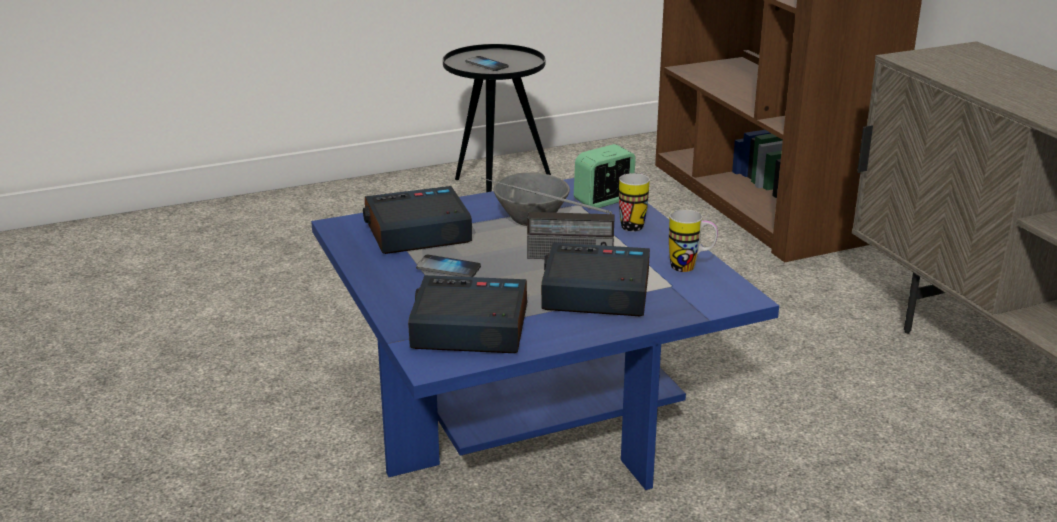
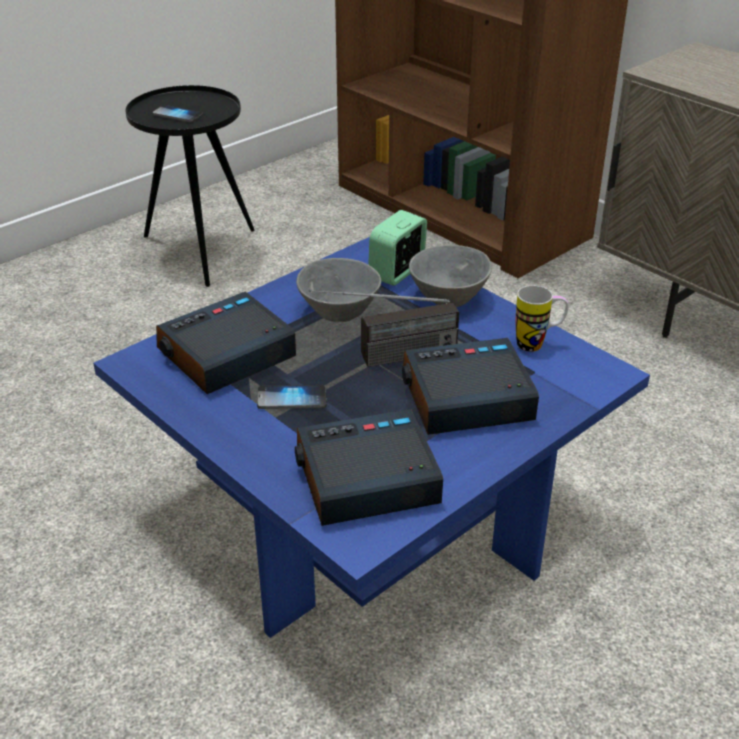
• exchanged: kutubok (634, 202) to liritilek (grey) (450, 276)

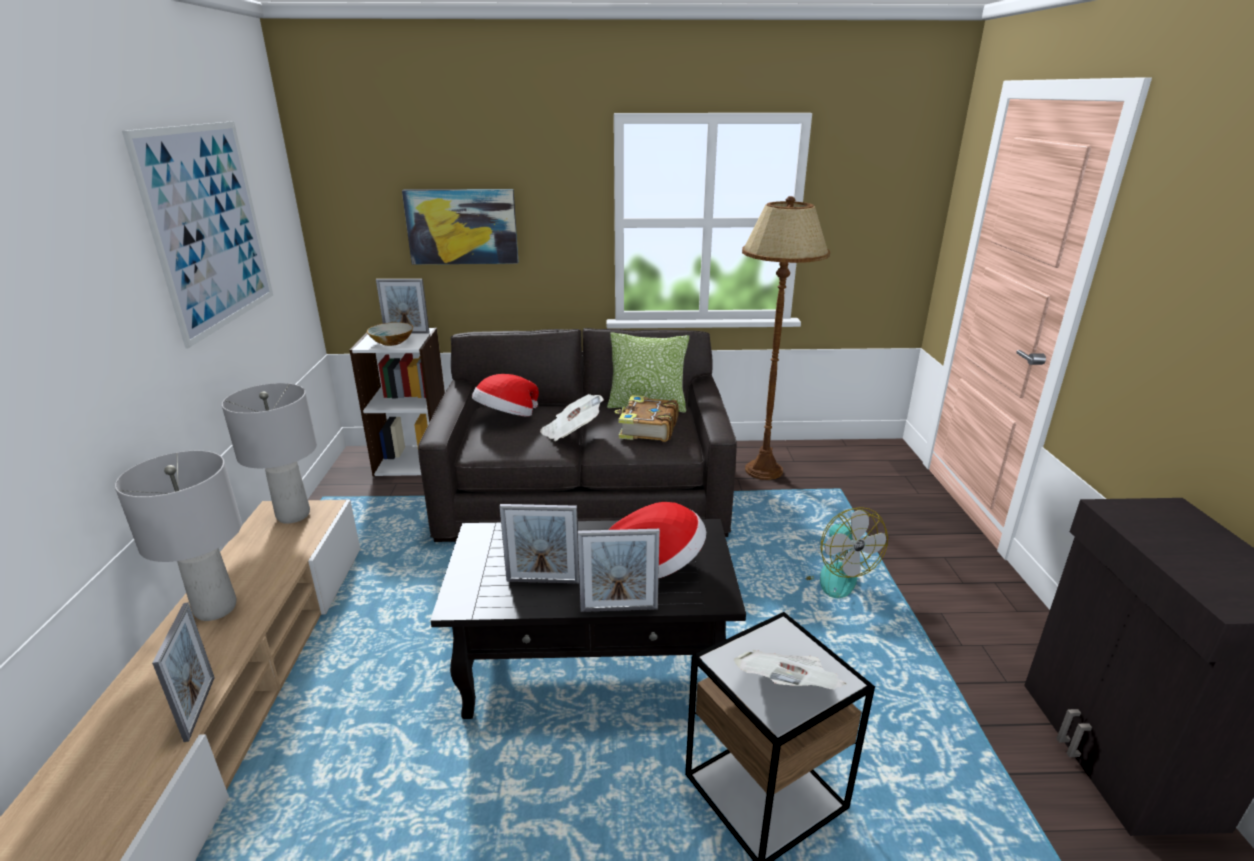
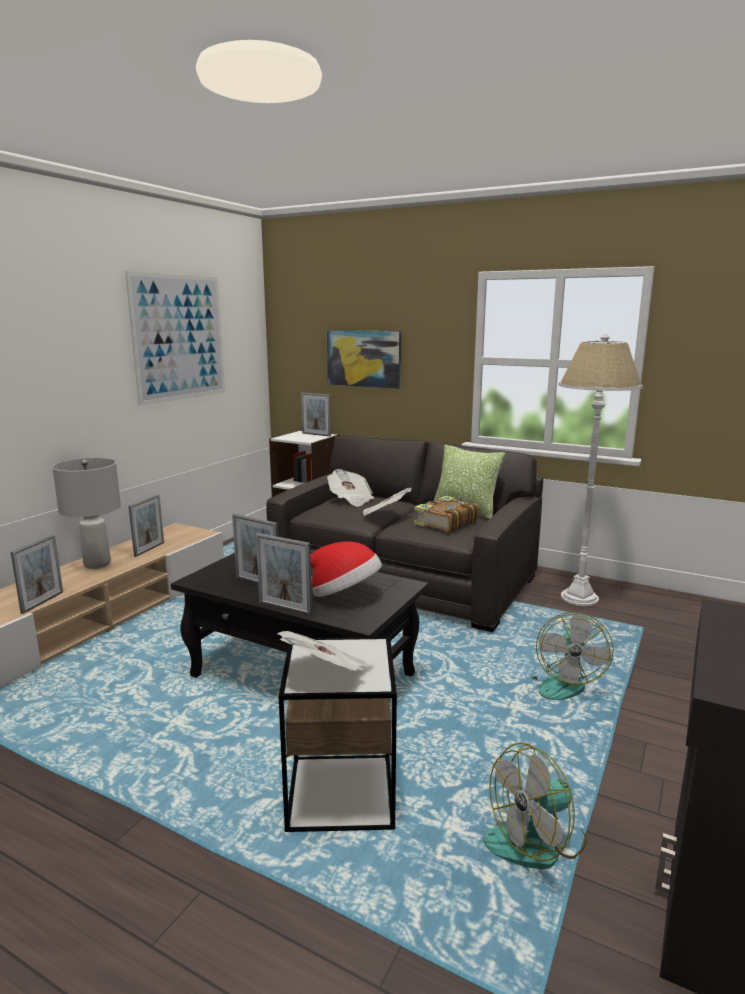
• missing: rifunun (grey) (269, 453)
• missing: liritilek (390, 334)
• exchanged: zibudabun (505, 395) to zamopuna (350, 488)
• colour: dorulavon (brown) (786, 338) to dorulavon (white) (600, 470)
• appeared: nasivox (146, 525)
• appeared: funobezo (535, 805)

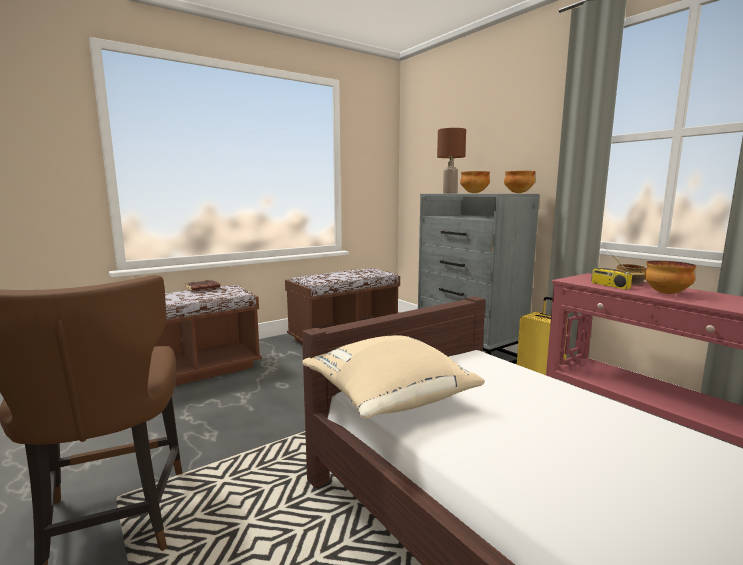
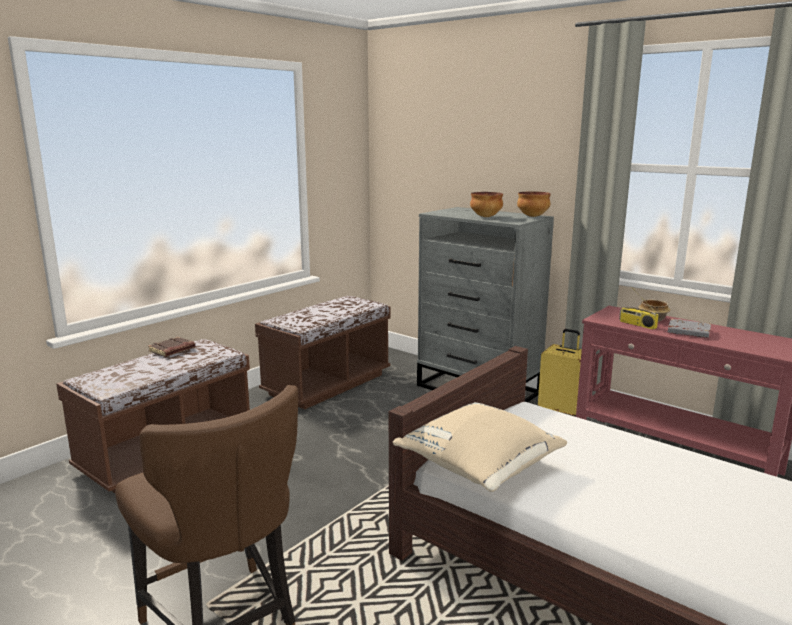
• missing: rifunun (brown) (451, 160)
• exchanged: liritilek (670, 277) to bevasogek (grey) (689, 328)

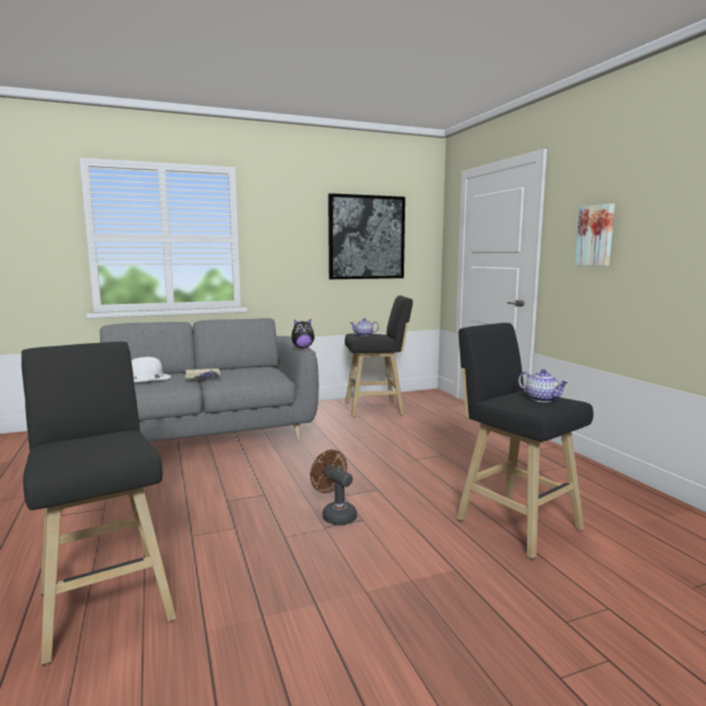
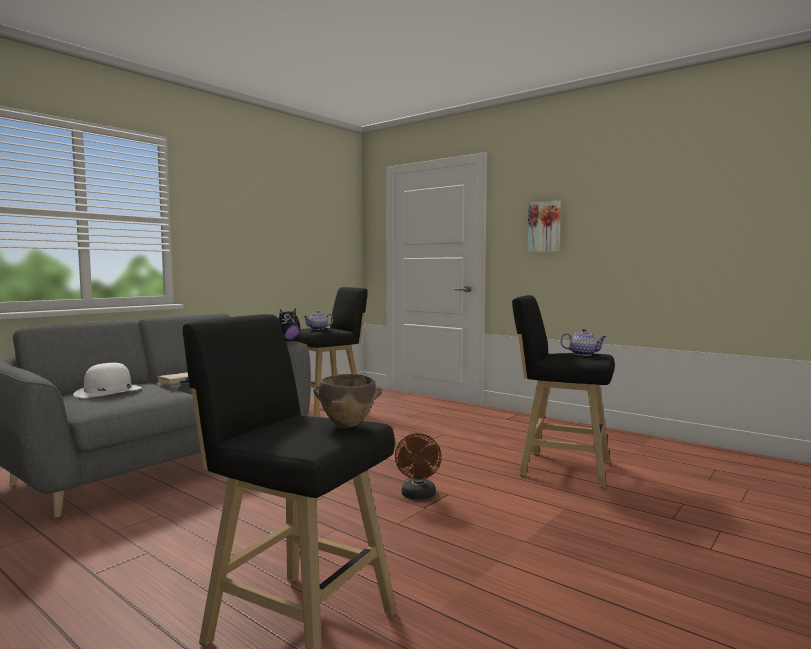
• spun: funobezo (brown) (333, 487) = (418, 466) 105 degrees counterclockwise
• missing: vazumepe (366, 236)
• appeared: liritilek (brown) (347, 401)

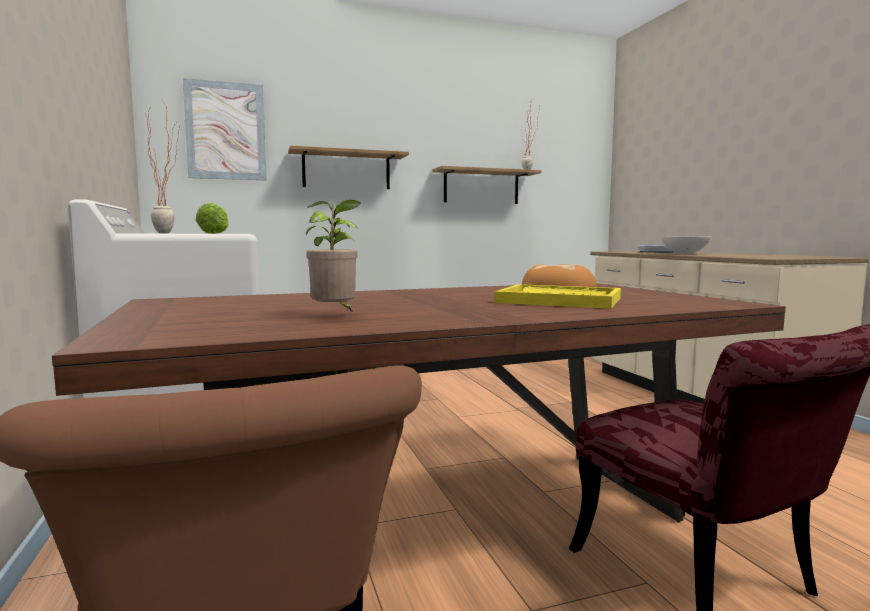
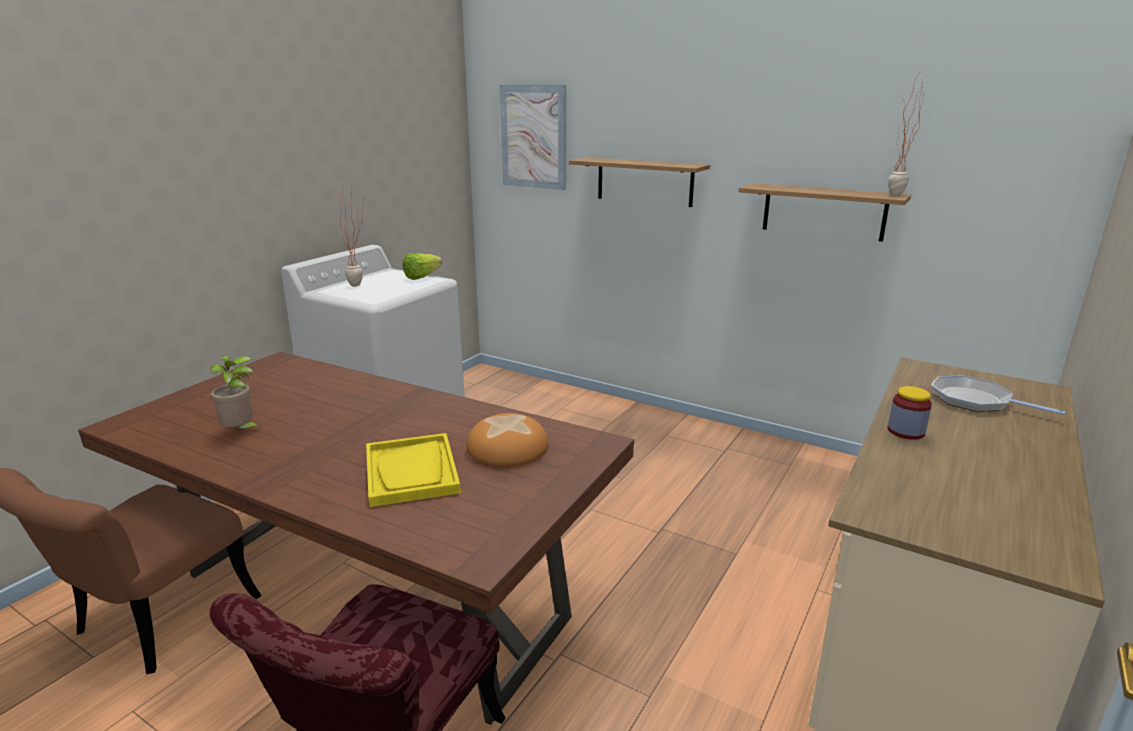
• exchanged: liritilek (white) (685, 246) to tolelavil (909, 413)

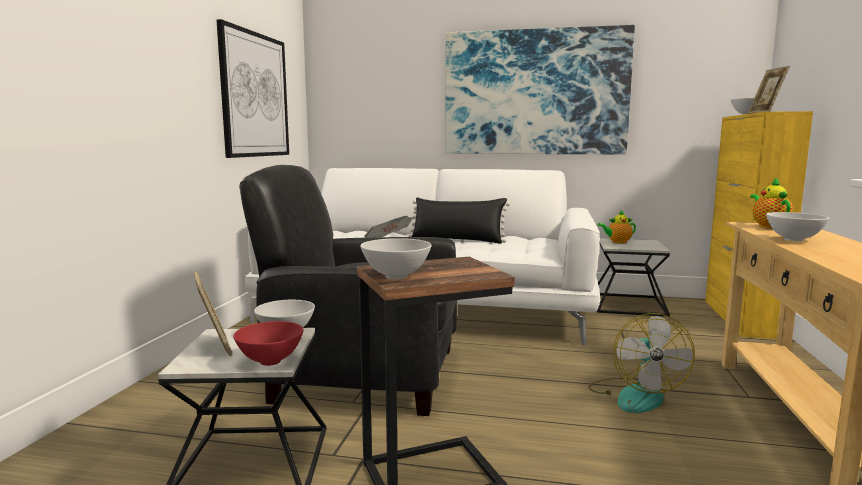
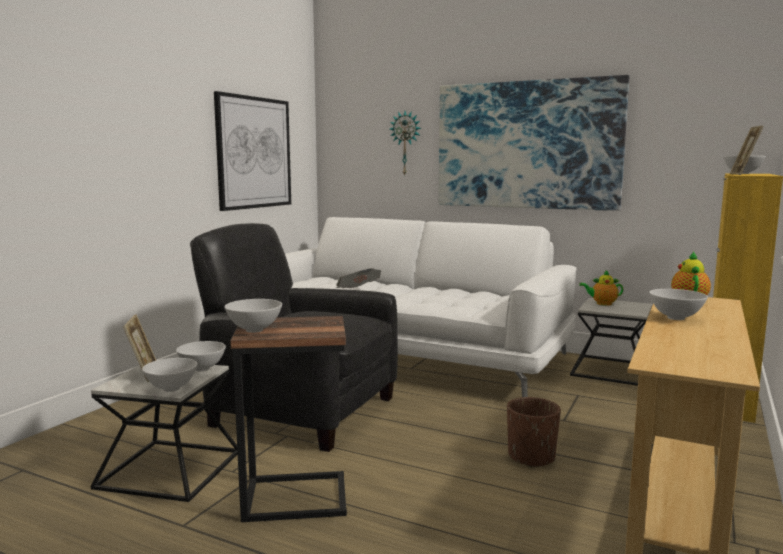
• colour: liritilek (red) (268, 343) to liritilek (white) (169, 375)
• missing: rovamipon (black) (459, 220)
• exchanged: funobezo (641, 363) to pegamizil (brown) (534, 432)
• appeared: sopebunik (405, 143)

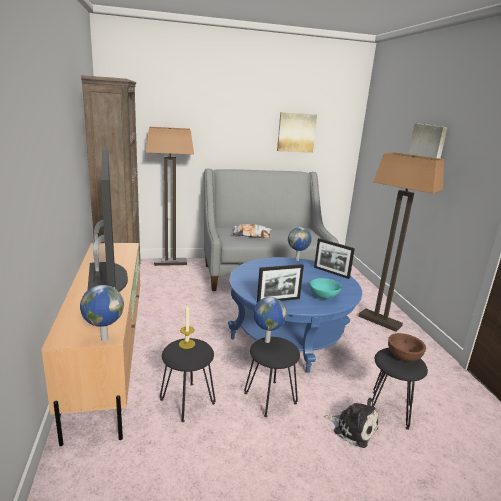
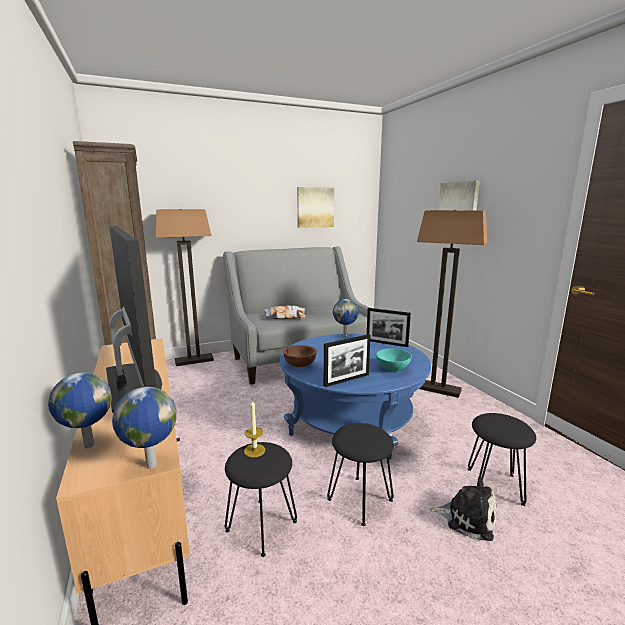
• relocated: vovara (270, 320) to (80, 410)
• relocated: liritilek (brown) (407, 347) to (300, 356)

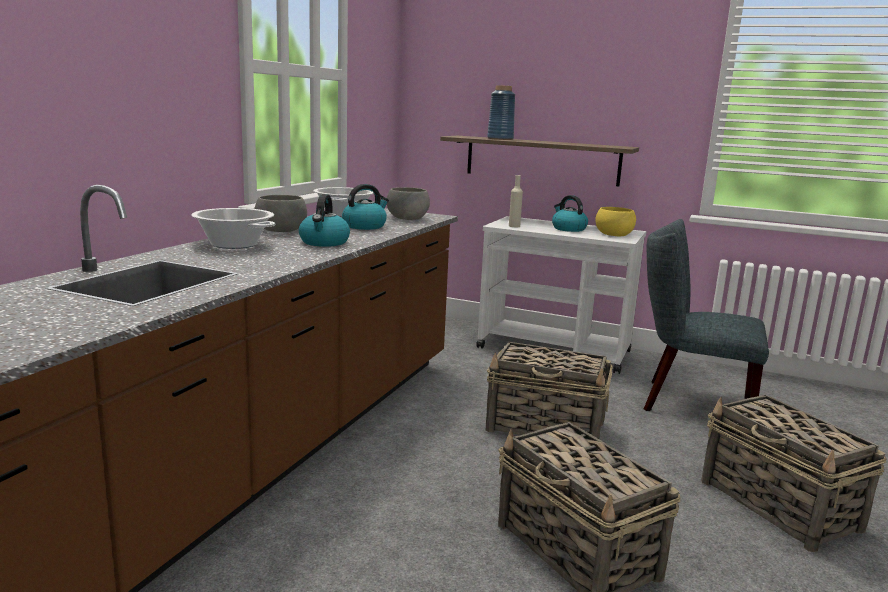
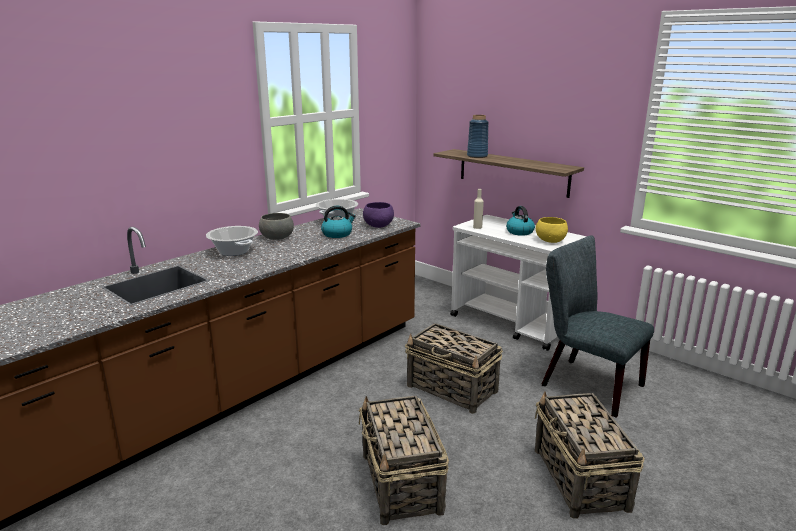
• missing: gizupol (324, 220)
• colour: liritilek (grey) (408, 203) to liritilek (purple) (378, 215)

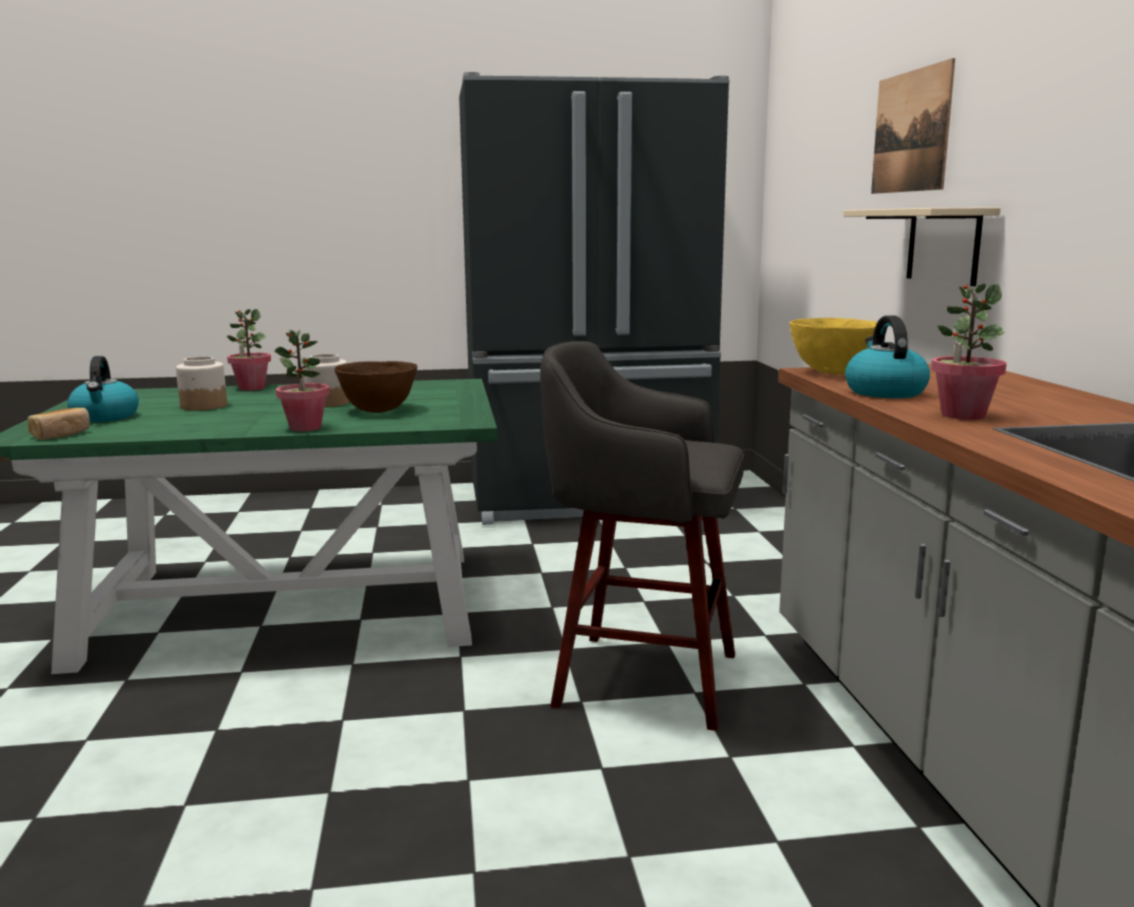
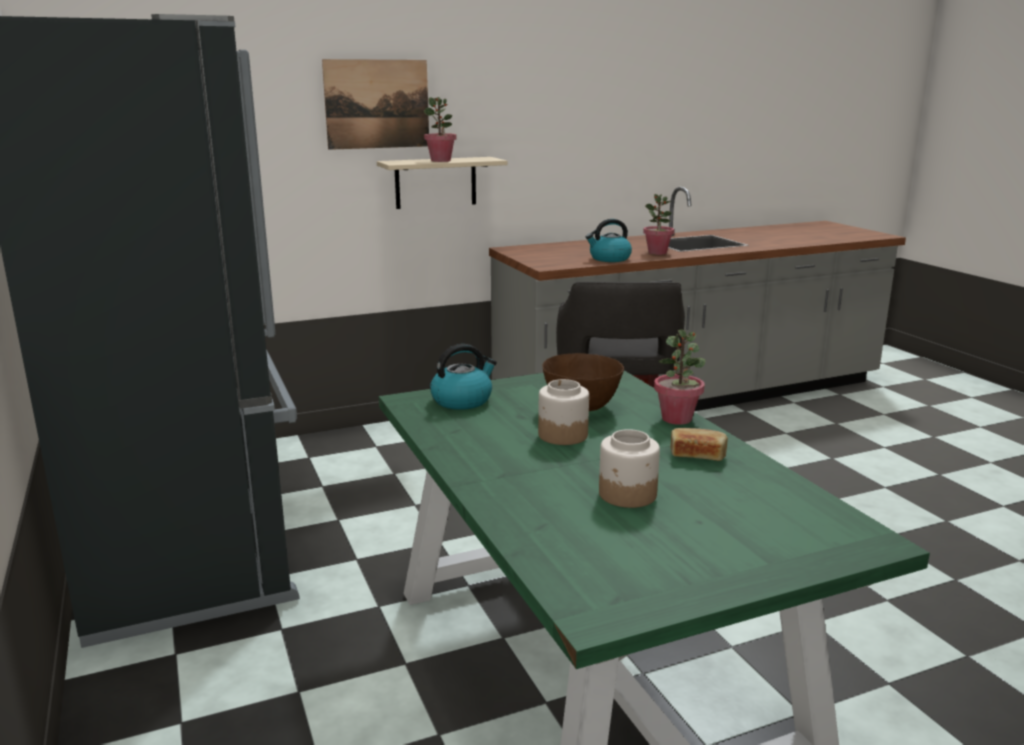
• relocated: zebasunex (59, 424) to (699, 444)
• relocated: gizupol (103, 389) to (463, 377)
• relocated: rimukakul (249, 349) to (439, 129)
• missing: liritilek (yellow) (833, 346)

